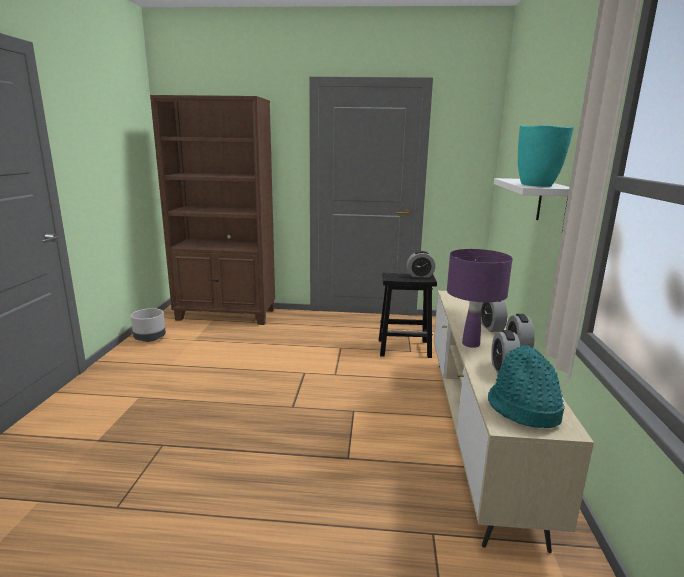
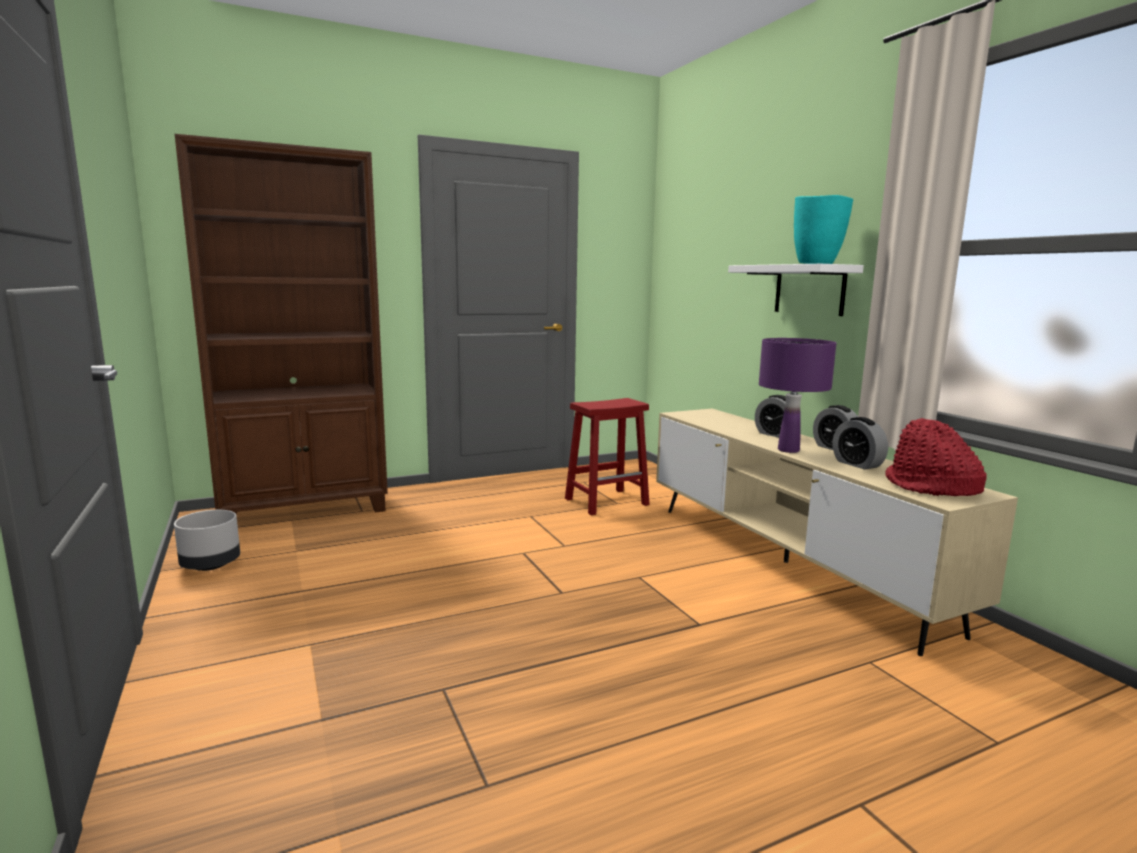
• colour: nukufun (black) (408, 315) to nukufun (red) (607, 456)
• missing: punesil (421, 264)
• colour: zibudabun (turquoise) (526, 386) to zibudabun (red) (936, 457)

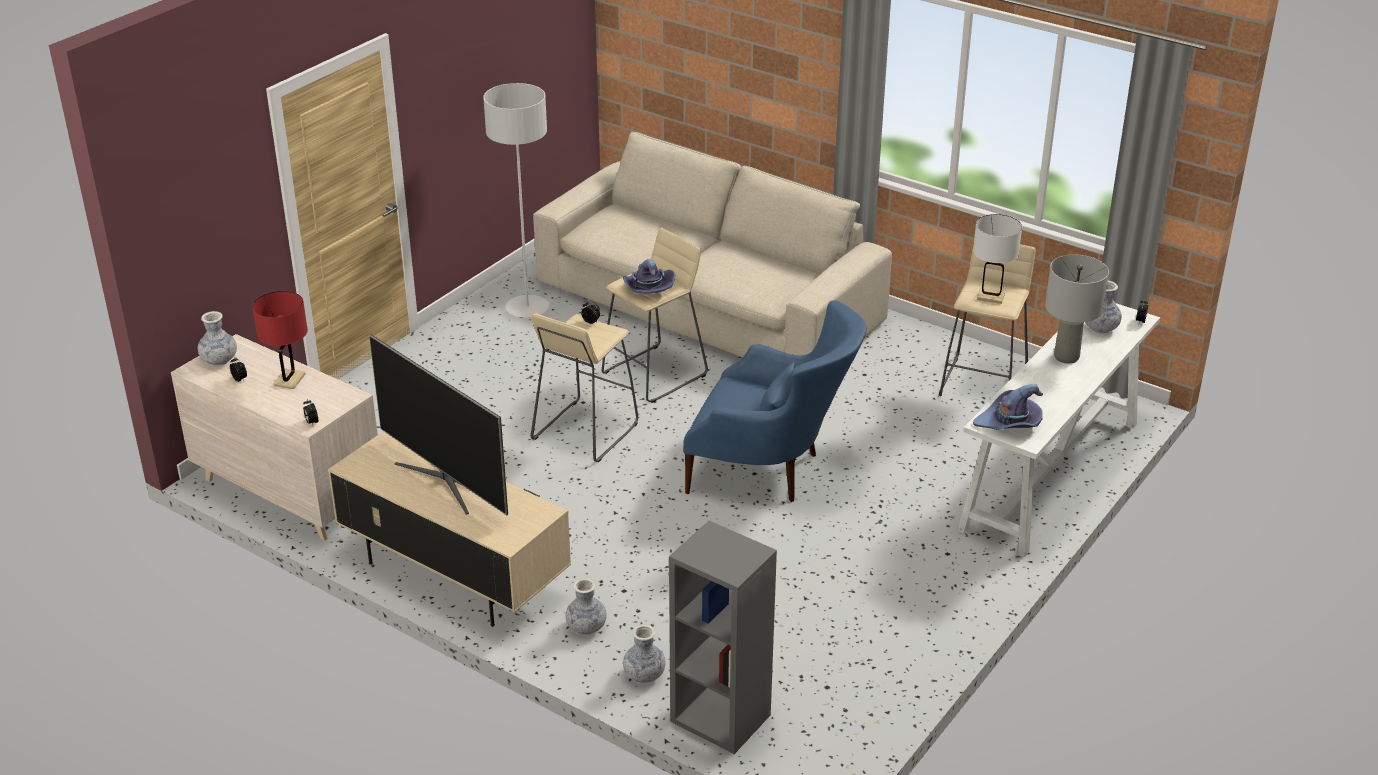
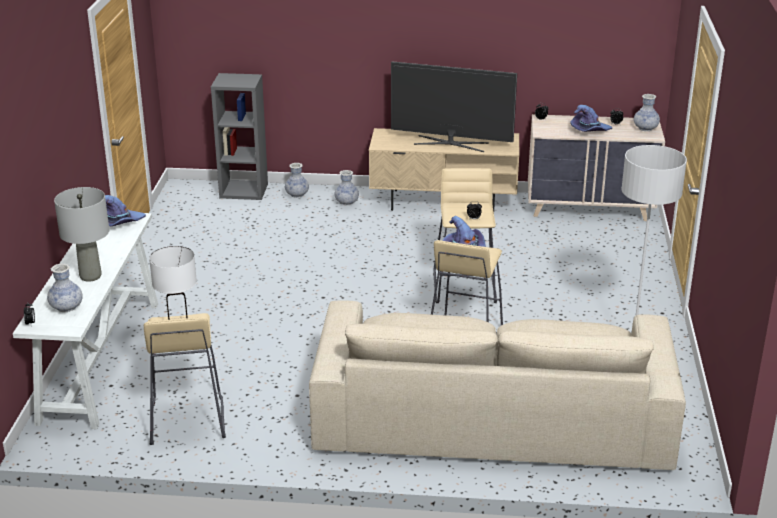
• exchanged: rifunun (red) (280, 340) to zibudabun (purple) (591, 118)
• missing: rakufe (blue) (775, 401)

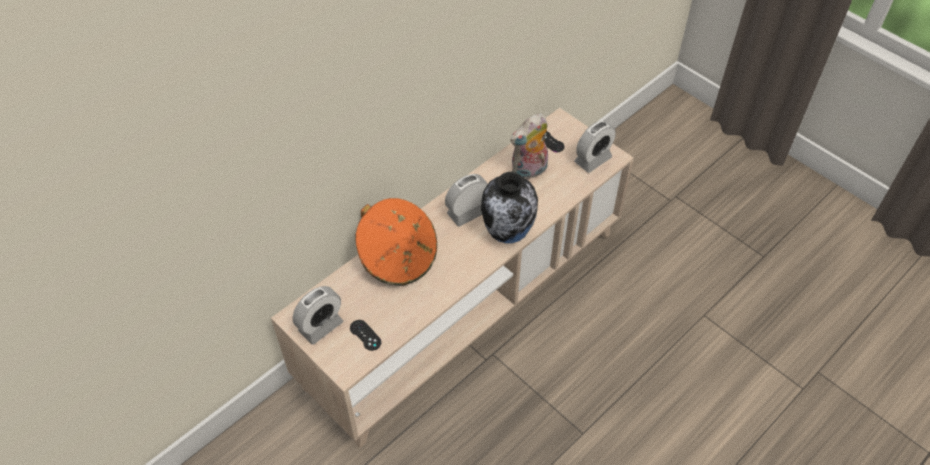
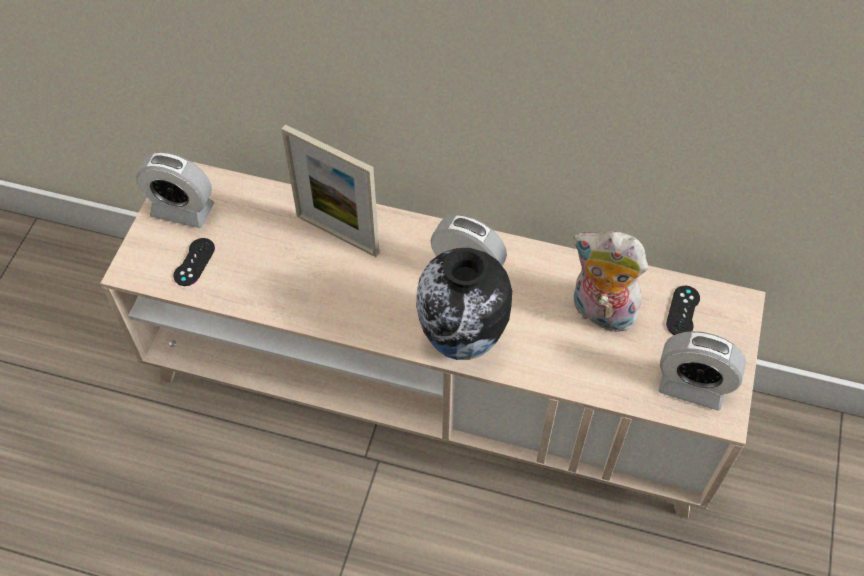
• exchanged: zibudabun (orange) (396, 242) to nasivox (330, 190)

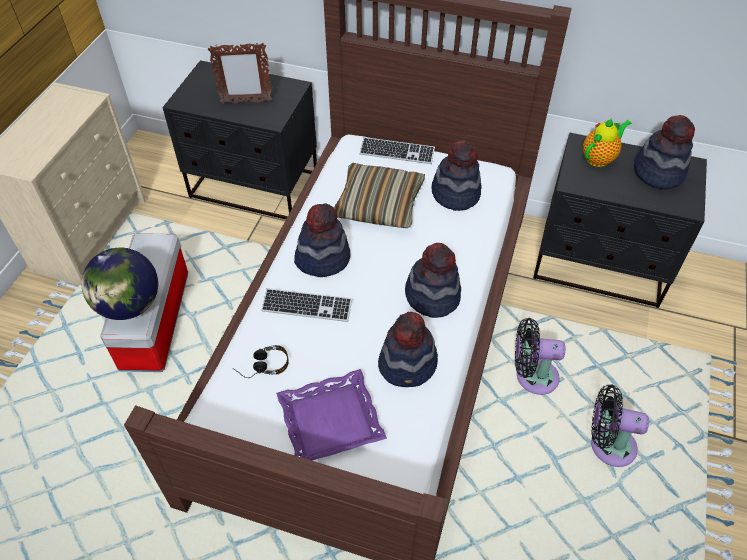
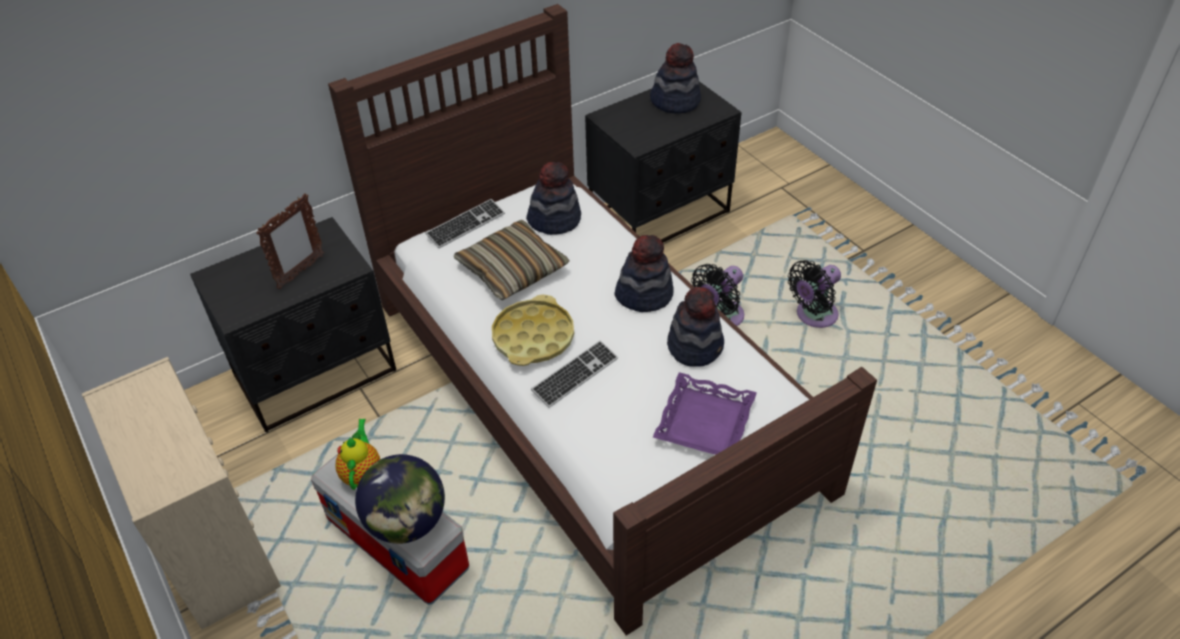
• missing: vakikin (260, 361)
• exchanged: zibudabun (322, 240) to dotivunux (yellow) (533, 330)
• relocated: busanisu (607, 142) to (358, 454)

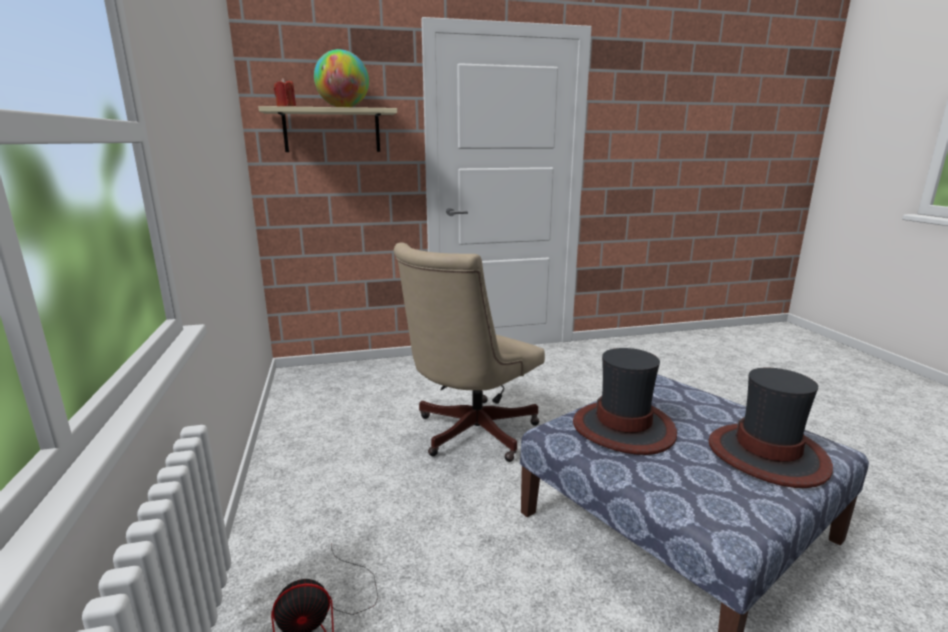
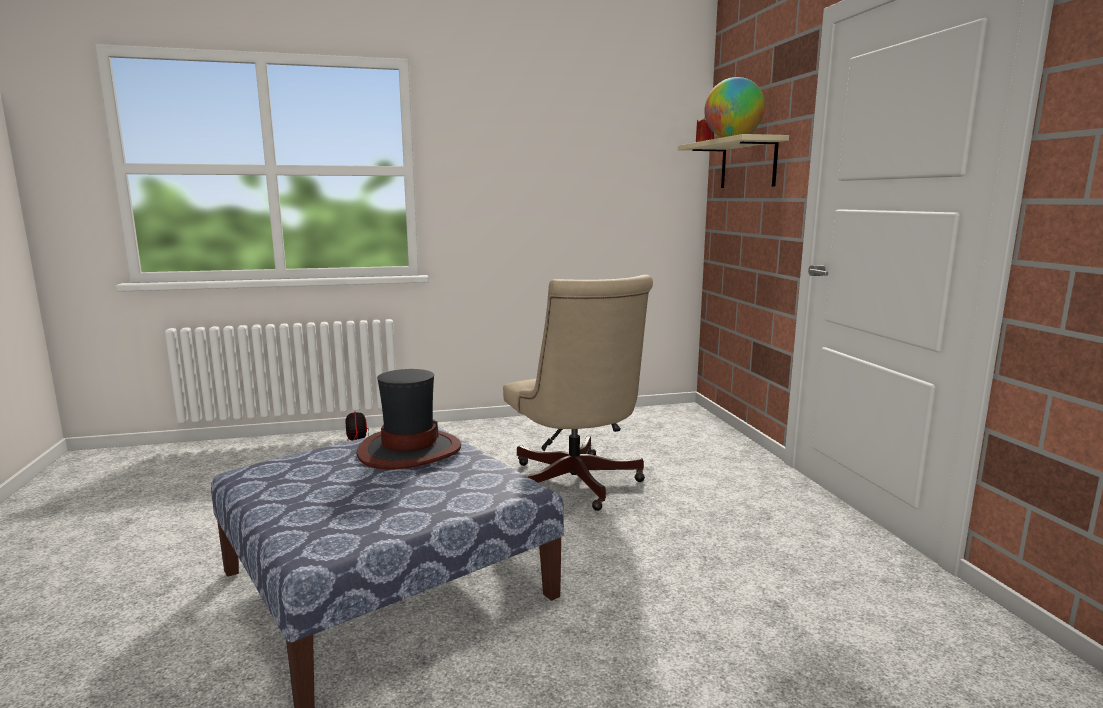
• spun: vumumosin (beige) (469, 352) = (578, 393) 150 degrees counterclockwise
• missing: zibudabun (771, 428)

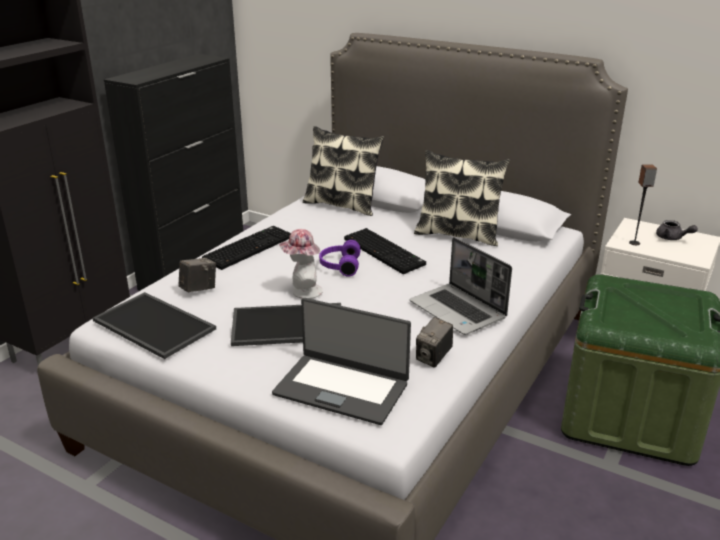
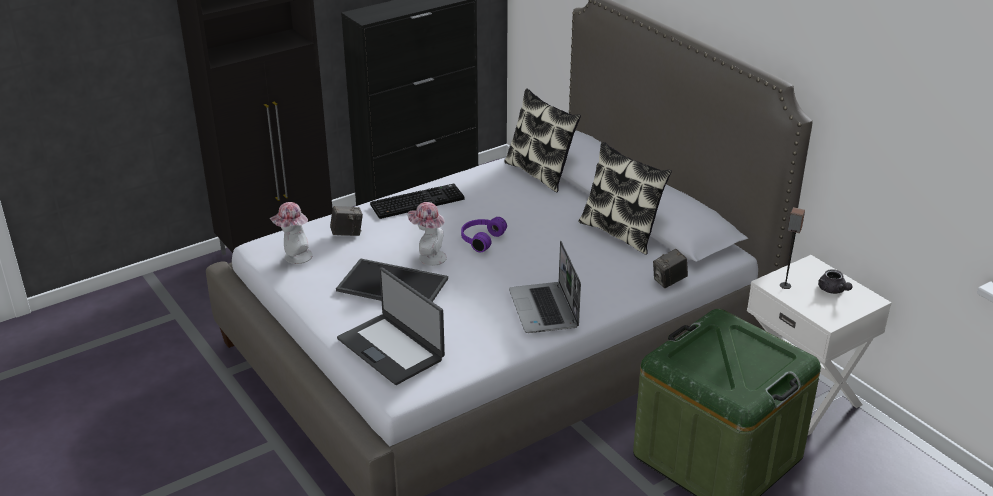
• exchanged: dotivunux (154, 325) to zibudabun (291, 233)
• missing: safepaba (385, 251)
• relocated: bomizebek (434, 342) to (670, 268)

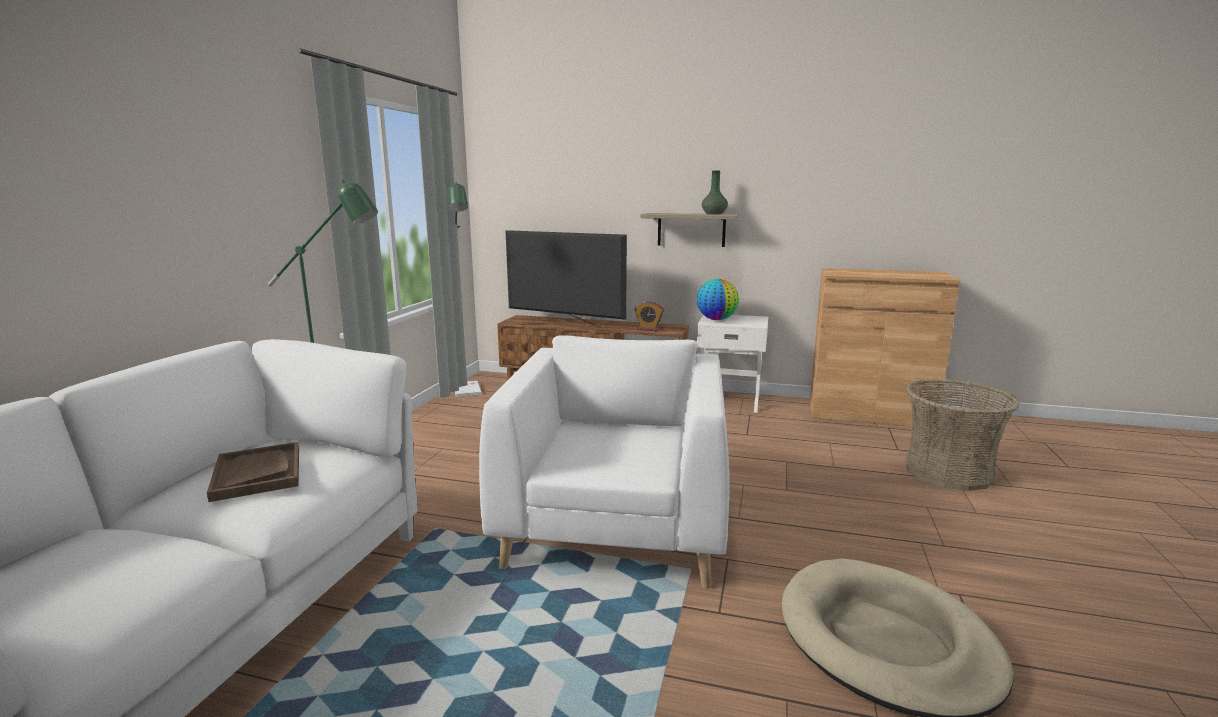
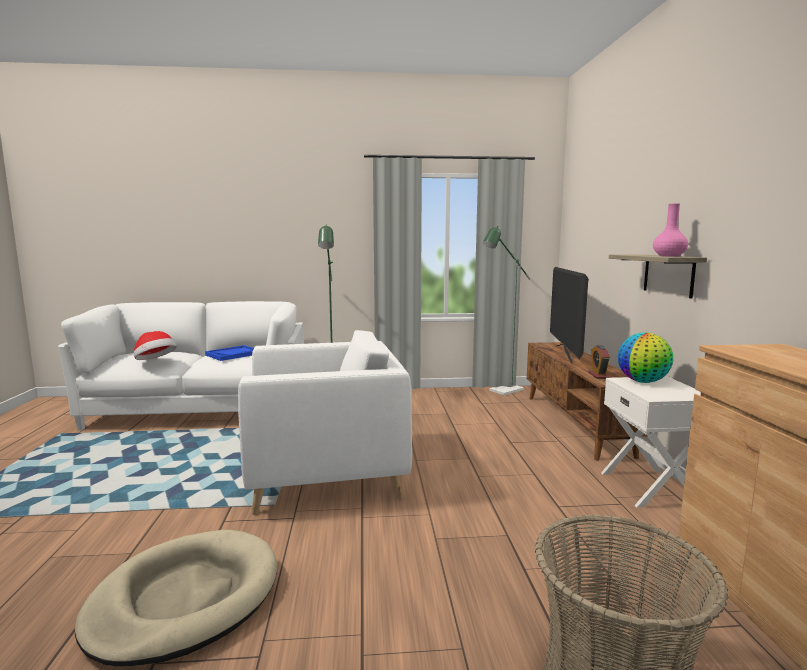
• colour: dotivunux (brown) (253, 472) to dotivunux (blue) (229, 353)
• colour: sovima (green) (715, 193) to sovima (pink) (670, 230)
• appeared: zibudabun (155, 345)

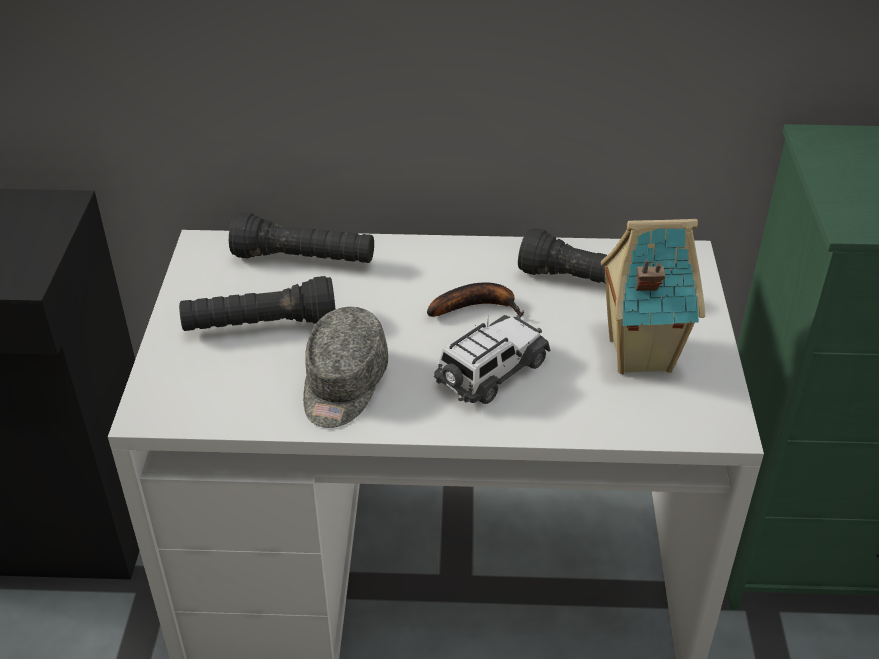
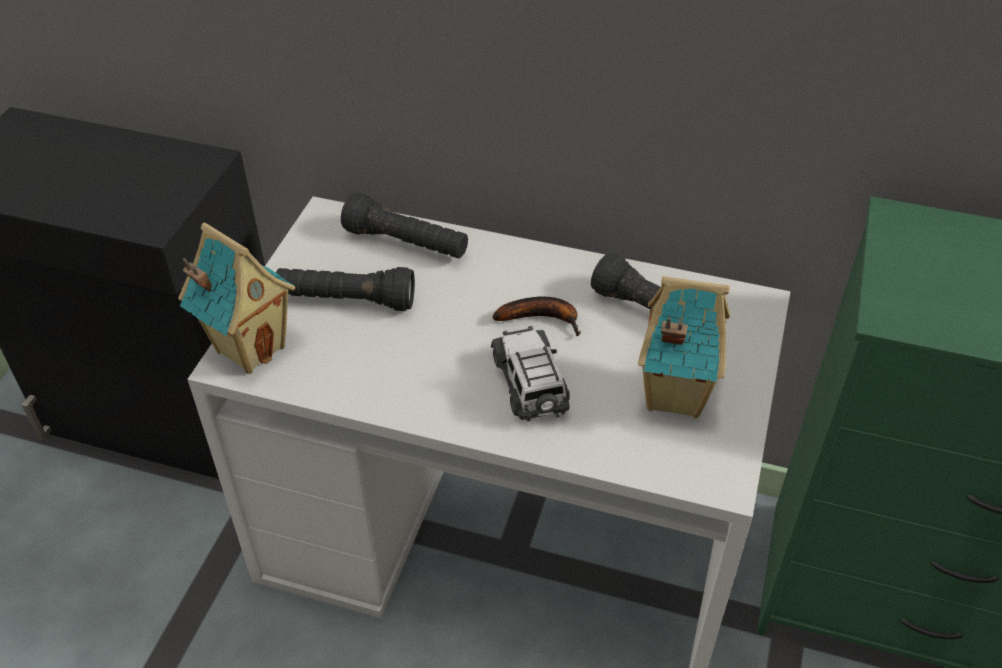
• missing: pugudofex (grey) (345, 367)
• spun: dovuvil (492, 359) = (530, 373) 75 degrees counterclockwise
• appeared: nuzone (236, 298)

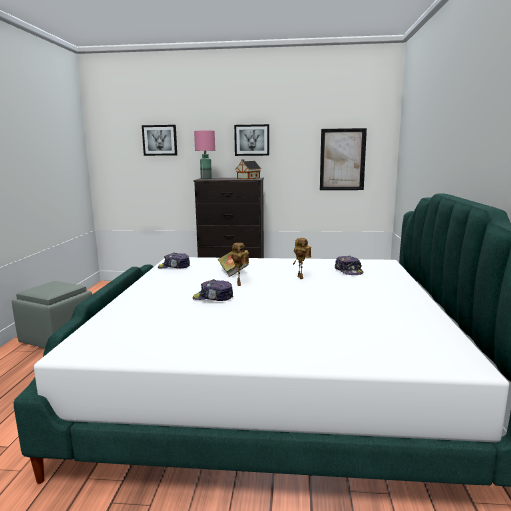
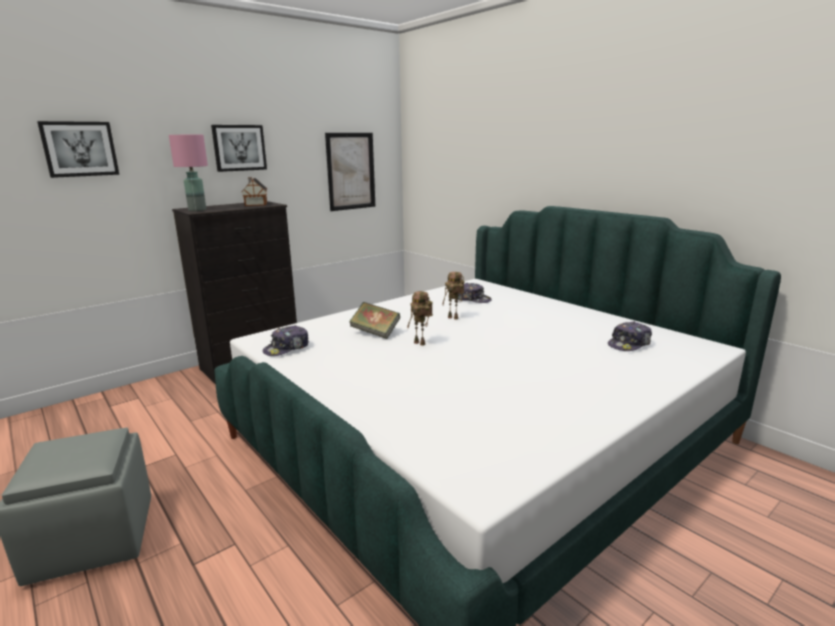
• relocated: pugudofex (213, 290) to (630, 336)

